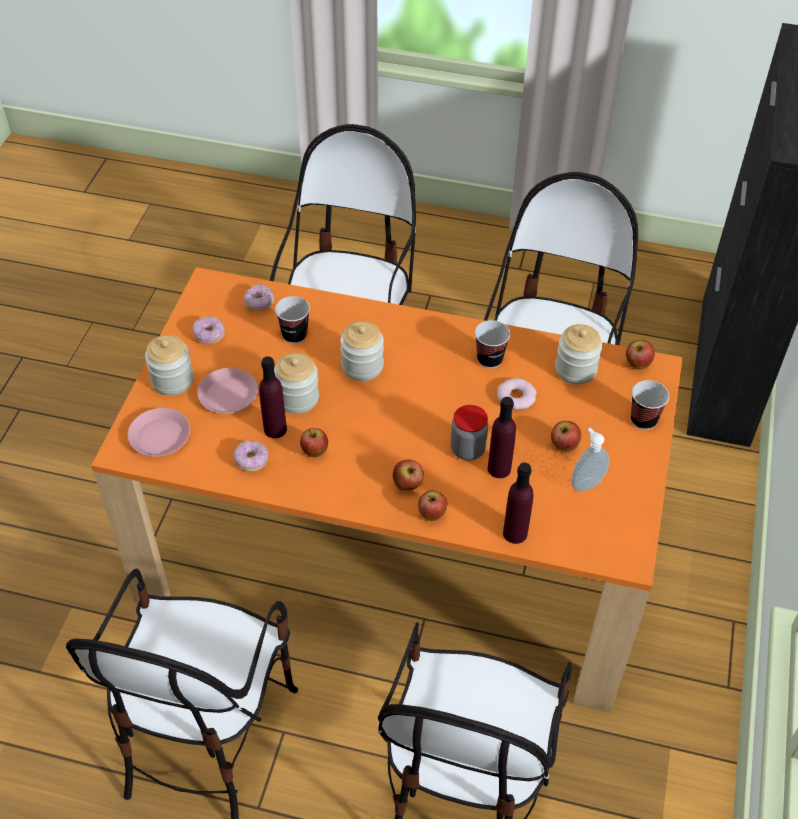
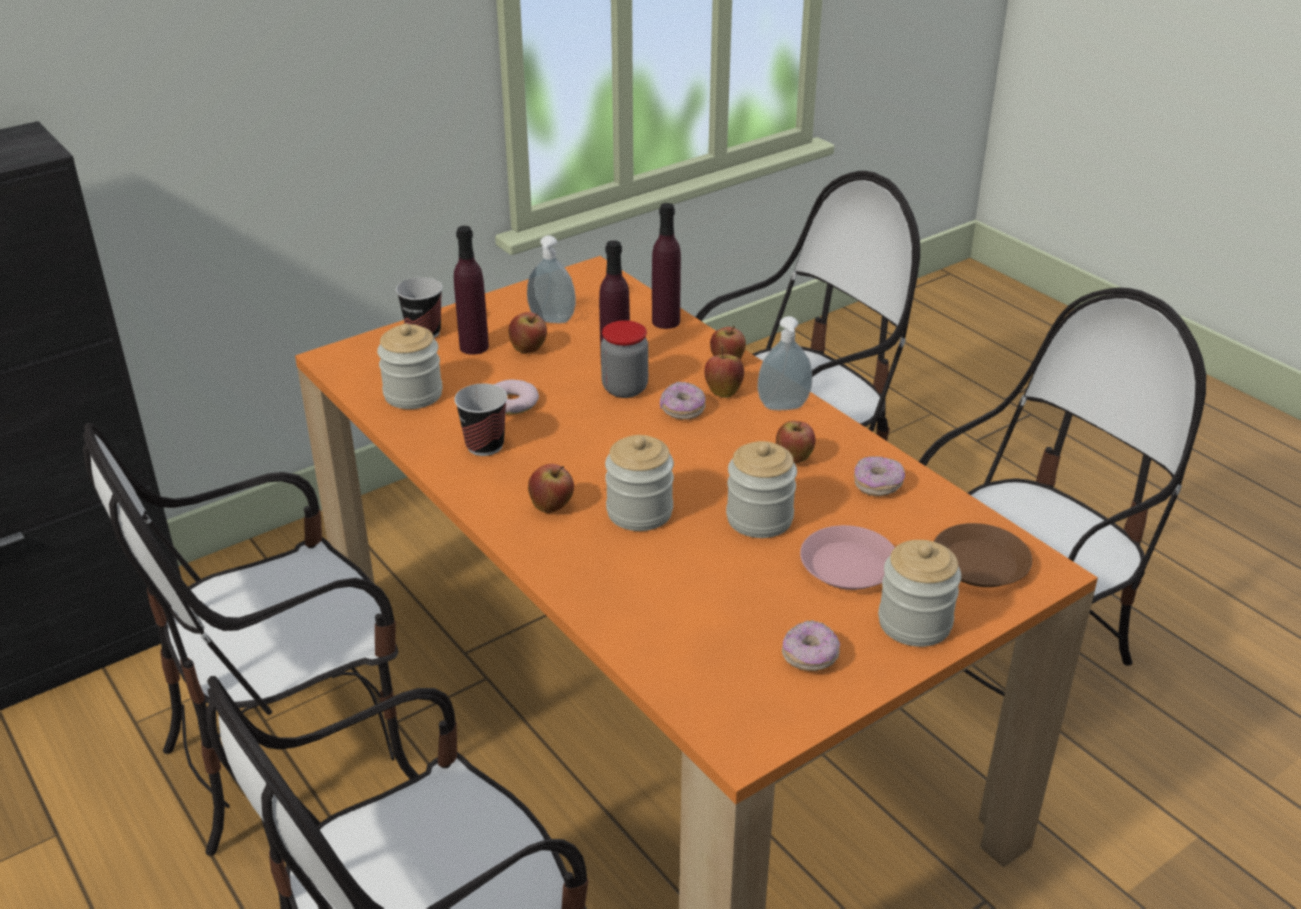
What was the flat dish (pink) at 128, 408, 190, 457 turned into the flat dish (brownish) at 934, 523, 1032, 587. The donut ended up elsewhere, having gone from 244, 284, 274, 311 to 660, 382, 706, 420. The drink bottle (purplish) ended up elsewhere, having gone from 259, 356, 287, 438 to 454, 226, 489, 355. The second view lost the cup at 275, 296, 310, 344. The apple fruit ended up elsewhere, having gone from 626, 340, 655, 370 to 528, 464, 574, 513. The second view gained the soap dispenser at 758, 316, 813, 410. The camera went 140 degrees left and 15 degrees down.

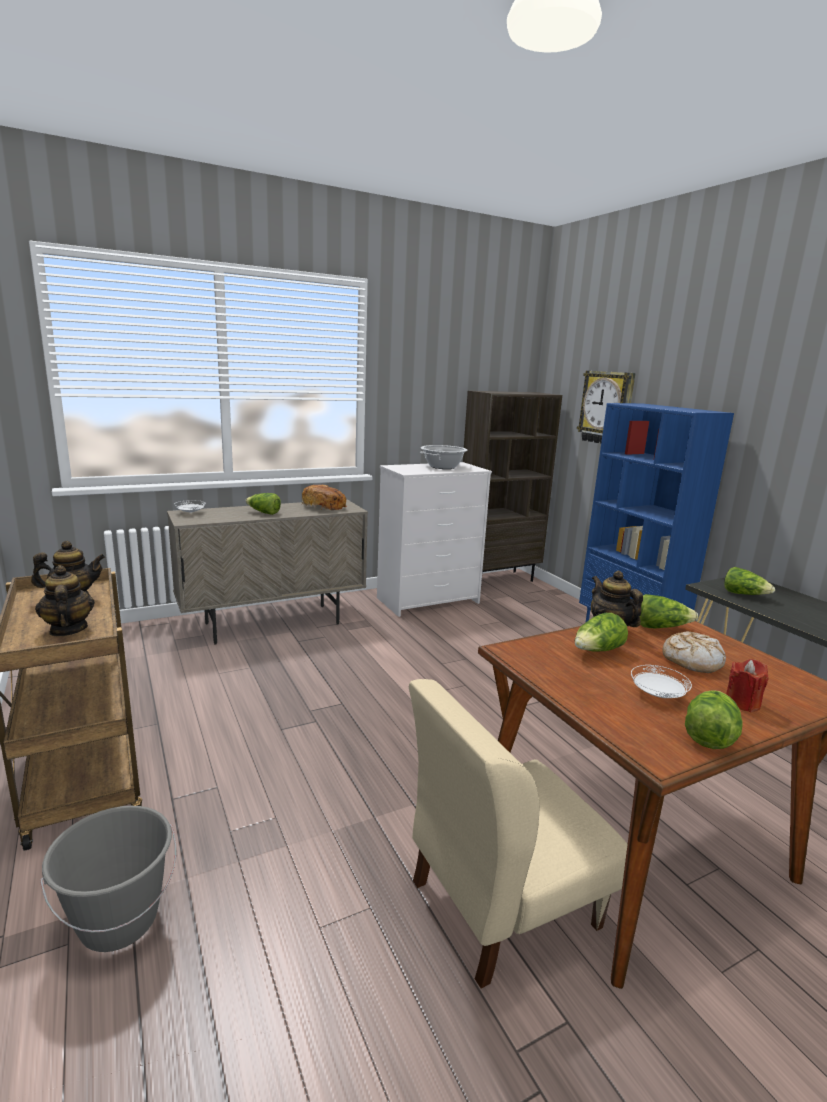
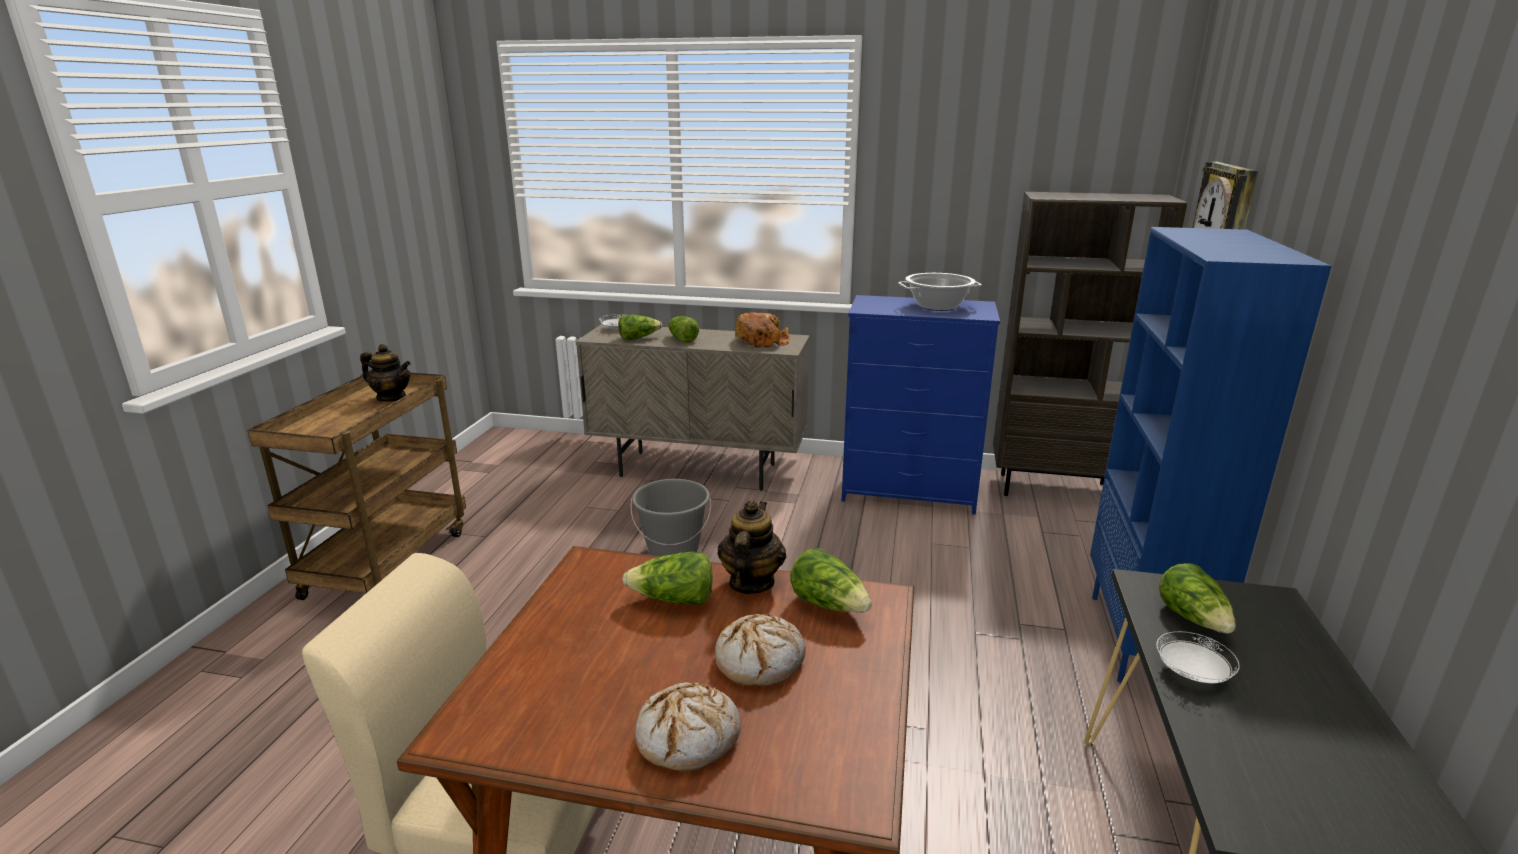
The second view lost the tea pot at 35, 565, 95, 636. The bucket (greyish) ended up elsewhere, having gone from 40, 806, 176, 952 to 631, 479, 711, 556. What was the dresser (white-coloured) at 377, 462, 492, 617 turned into the dresser (bluish) at 842, 295, 1000, 515. The flat dish (white-coloured) ended up elsewhere, having gone from 631, 665, 692, 698 to 1156, 631, 1240, 683. The head of lettuce ended up elsewhere, having gone from 685, 690, 742, 749 to 618, 315, 662, 340. Where the candle (reddish) stood at 726, 659, 768, 712, the bread came to stand at 635, 682, 741, 771. The camera went 40 degrees right and 5 degrees up.

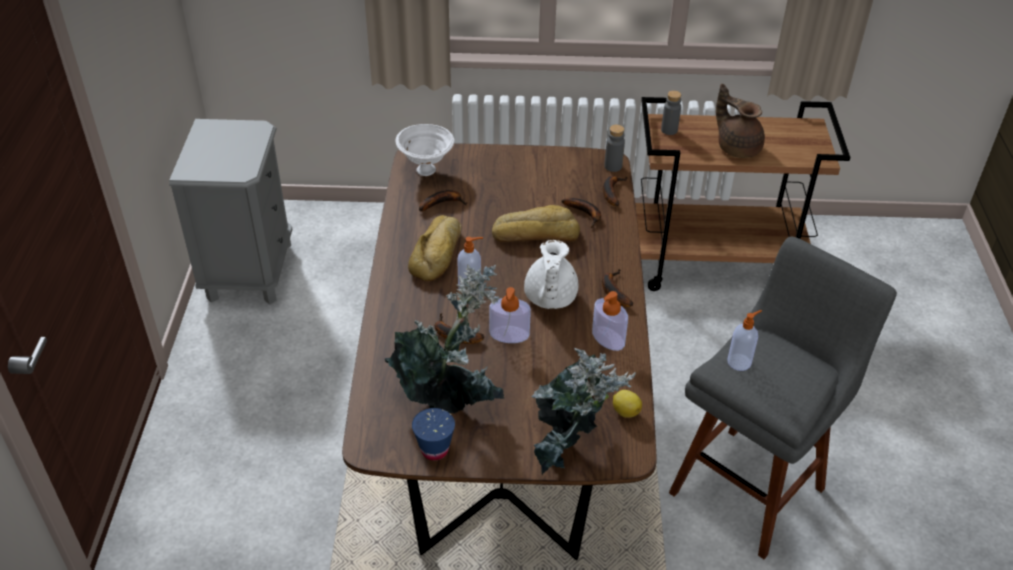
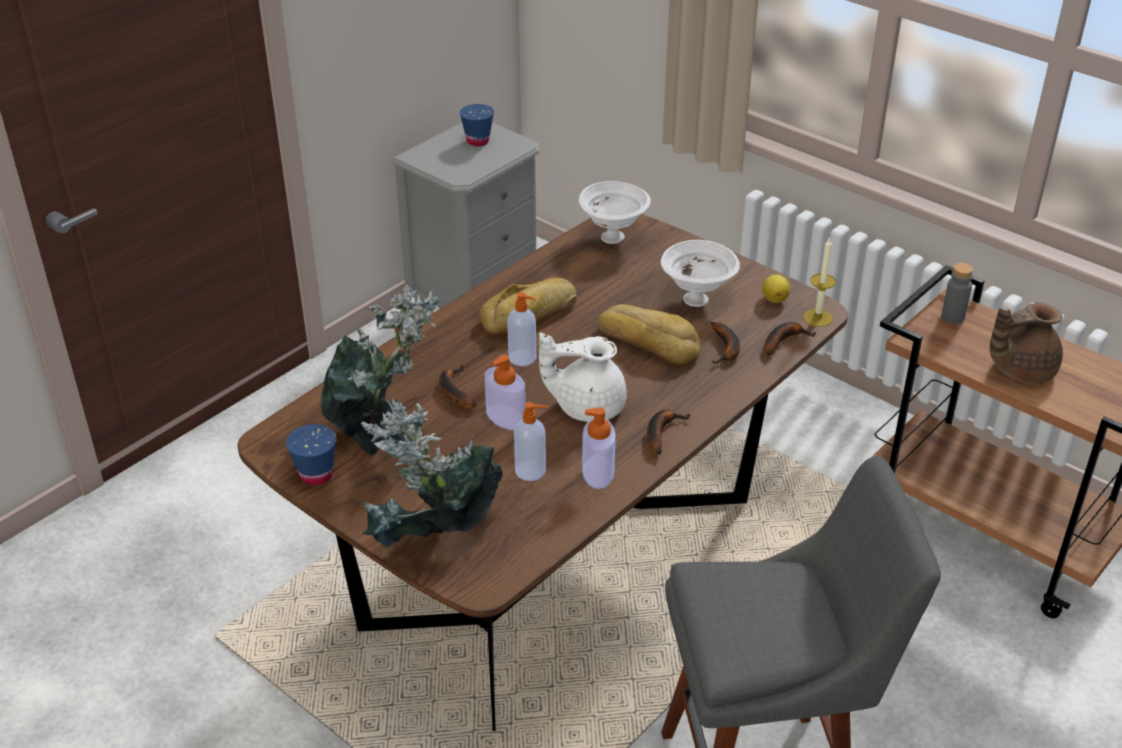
The second view lost the banana fruit at 419, 190, 467, 211. The tea pot (white-coloured) at 524, 240, 578, 309 ended up facing another way, 45 degrees clockwise from before. Where the drink bottle (greyish) stood at 604, 125, 625, 172, the candle came to stand at 803, 238, 836, 327. The whole lemon ended up elsewhere, having gone from 613, 390, 642, 418 to 763, 275, 790, 303. The tea pot (brownish) at 716, 84, 765, 158 ended up facing another way, 105 degrees counterclockwise from before. The soap dispenser ended up elsewhere, having gone from 727, 310, 762, 371 to 514, 402, 548, 481. The second view gained the cup (bluish) at 460, 104, 494, 146. The second view gained the serving bowl (white-coloured) at 661, 240, 740, 307. The camera went 40 degrees right and 5 degrees down.

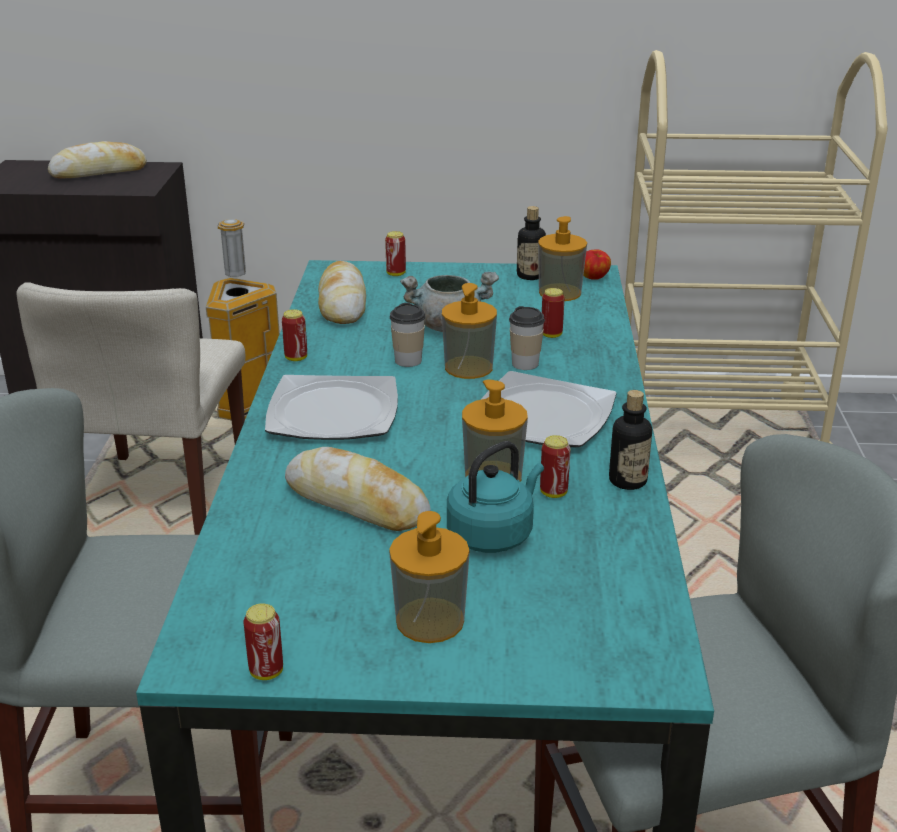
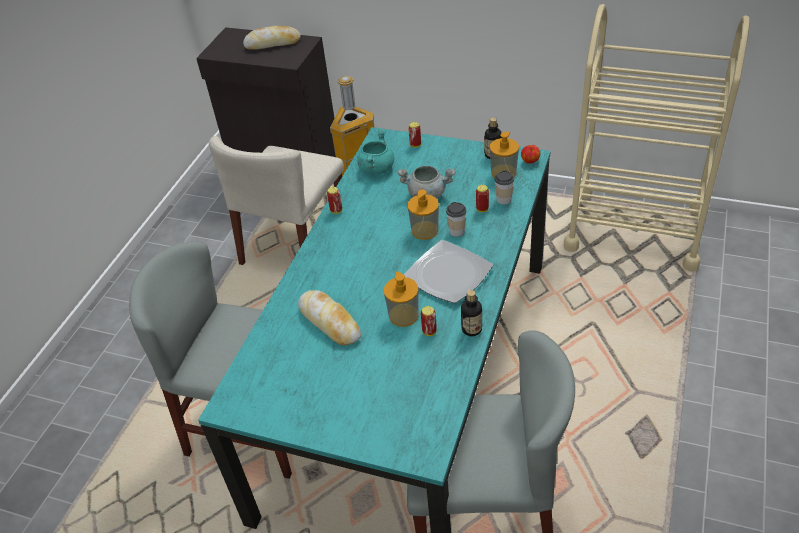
The second view lost the metal can at 244, 603, 283, 680. The second view lost the flat dish at 265, 375, 398, 440. Where the bread stood at 318, 261, 366, 324, the cooking pot (turquoise) came to stand at 358, 129, 394, 174. The second view lost the soap dispenser at 389, 511, 470, 643. The cup ended up elsewhere, having gone from 390, 303, 425, 367 to 495, 170, 514, 205. The second view lost the tea kettle (turquoise) at 447, 441, 544, 553. The camera went 20 degrees right and 15 degrees up.

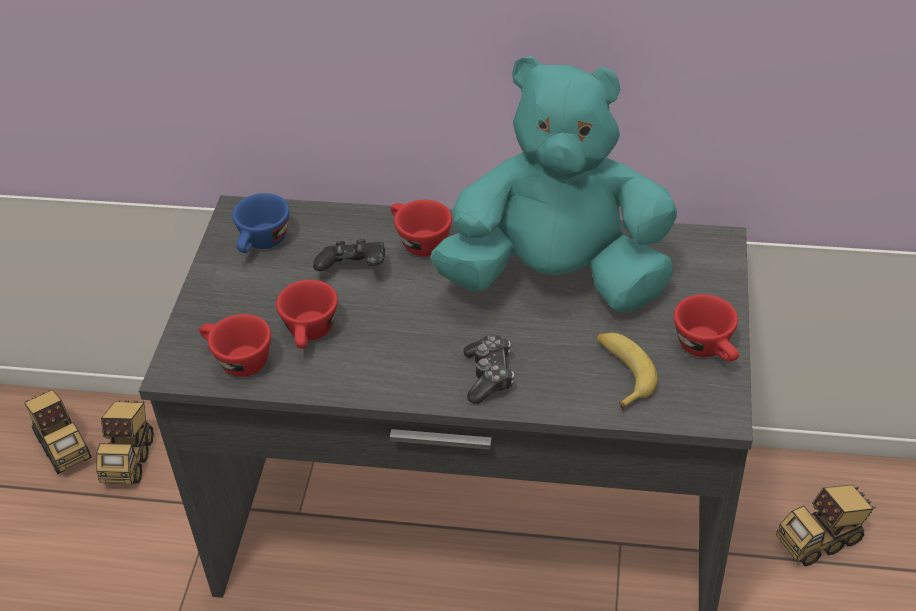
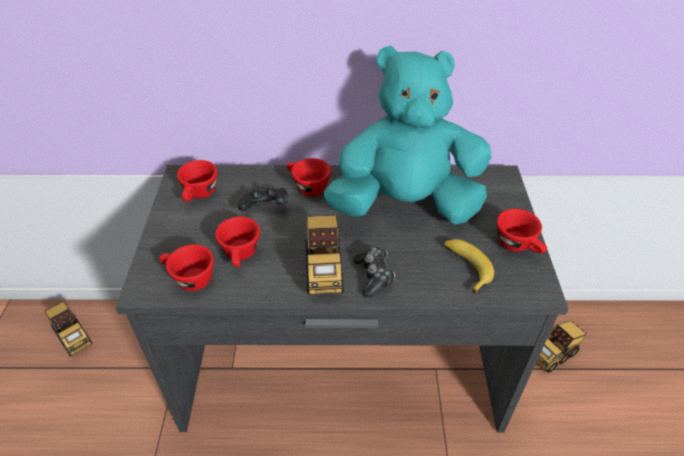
The toy truck ended up elsewhere, having gone from 96, 400, 154, 484 to 306, 214, 344, 294. What was the cup (bluish) at 232, 193, 289, 253 turned into the cup (reddish) at 177, 160, 217, 202. The camera went 10 degrees left and 0 degrees up.

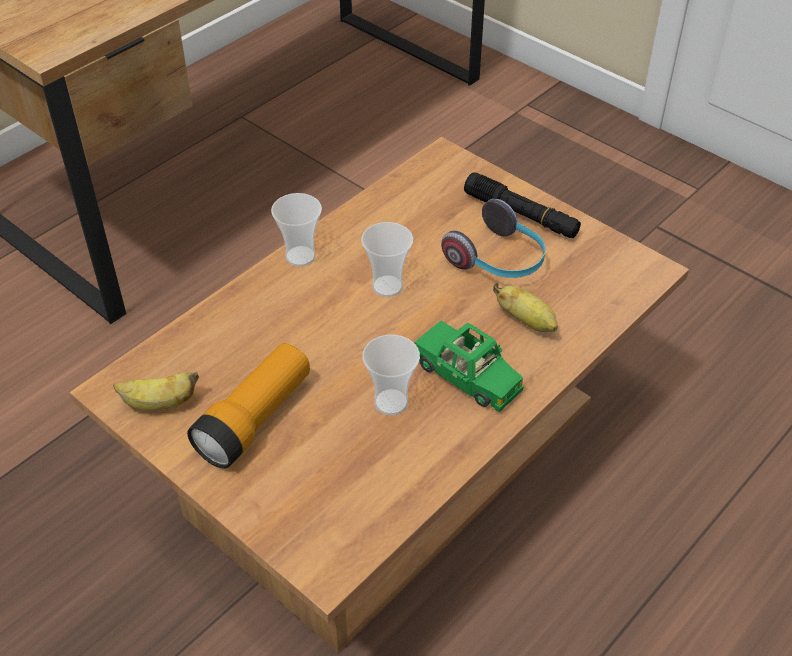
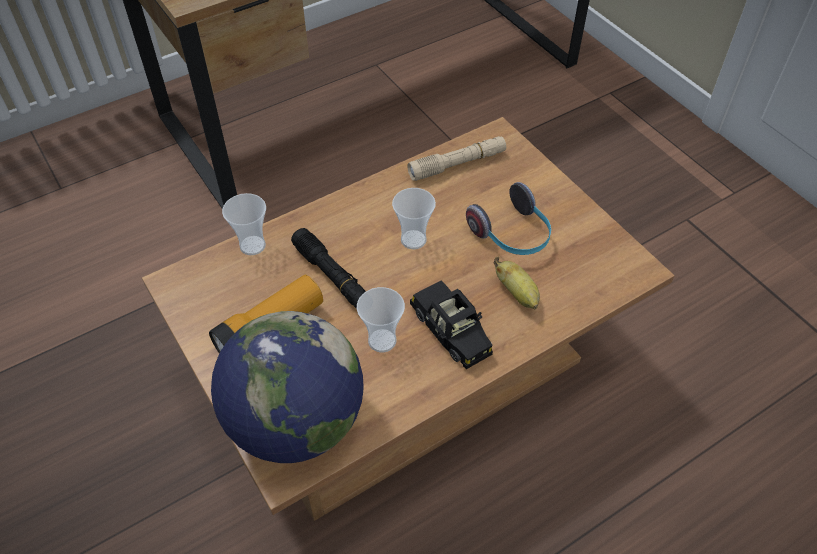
The second view lost the banana fruit at 113, 372, 199, 411. The cup ended up elsewhere, having gone from 271, 193, 322, 267 to 222, 193, 266, 255. What was the miniature car (green) at 414, 321, 524, 412 turned into the miniature car (blackish) at 410, 280, 493, 369. The torch (blackish) ended up elsewhere, having gone from 464, 172, 581, 238 to 291, 228, 366, 309. The second view gained the globe at 211, 311, 363, 463. The second view gained the torch (beige-coloured) at 407, 136, 506, 181. The camera went 15 degrees right and 5 degrees up.

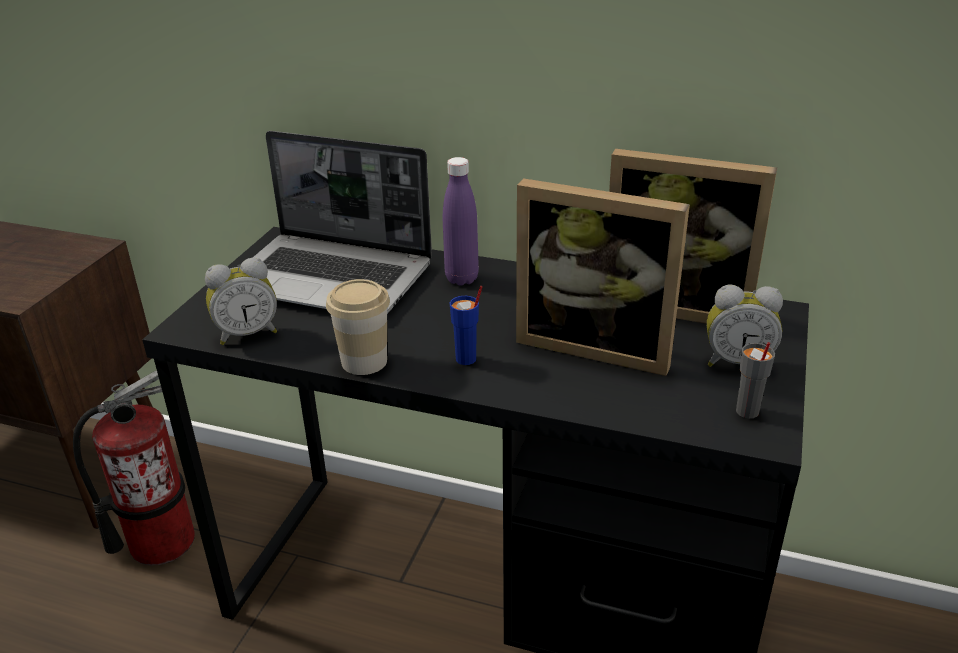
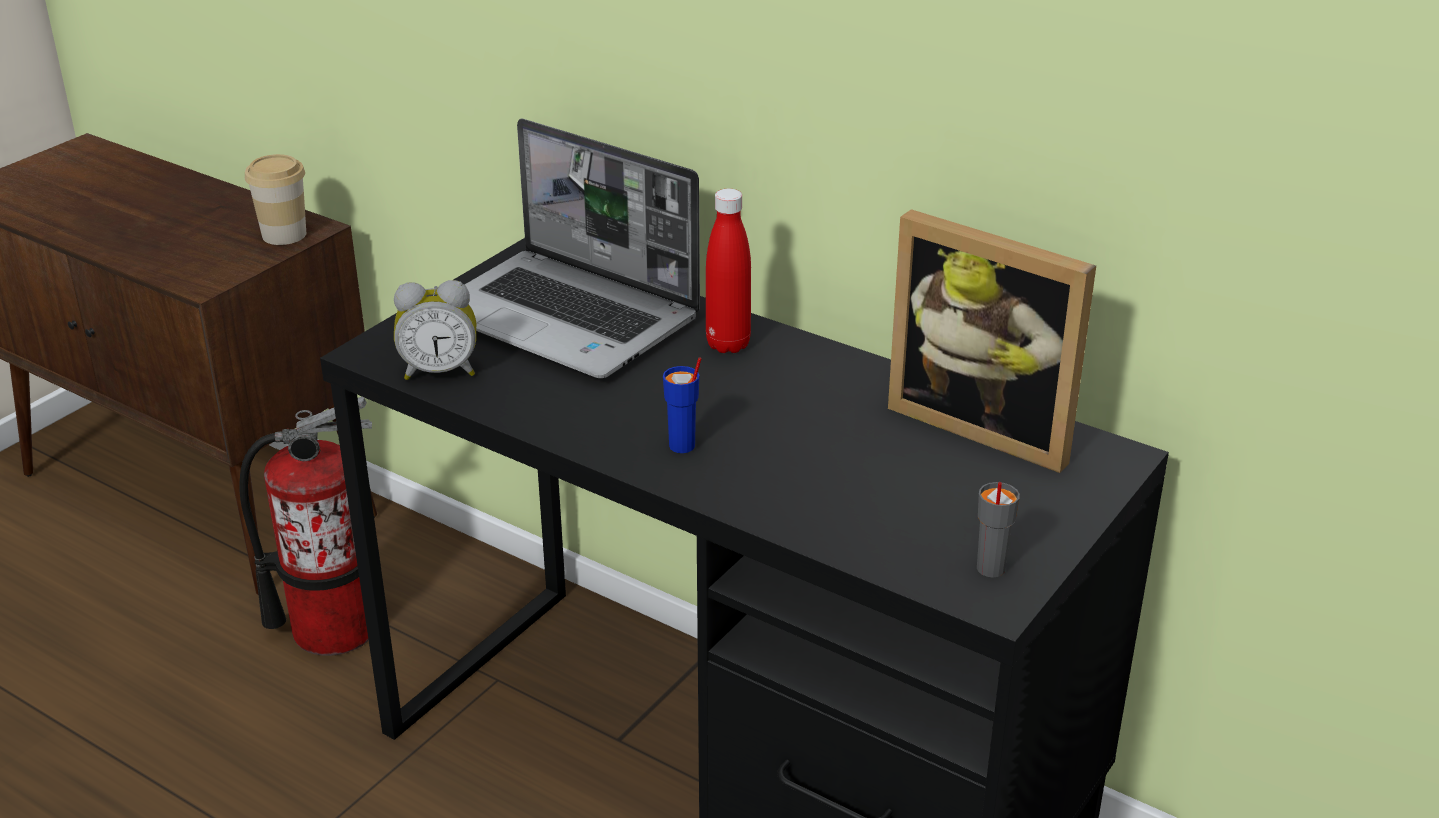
The cup ended up elsewhere, having gone from 326, 279, 390, 375 to 245, 154, 306, 245. What was the drink bottle (purplish) at 443, 157, 479, 285 turned into the drink bottle (reddish) at 706, 189, 751, 353. The second view lost the picture frame at 516, 178, 690, 376. The second view lost the alarm clock at 707, 285, 783, 367. The camera went 15 degrees right and 0 degrees up.

